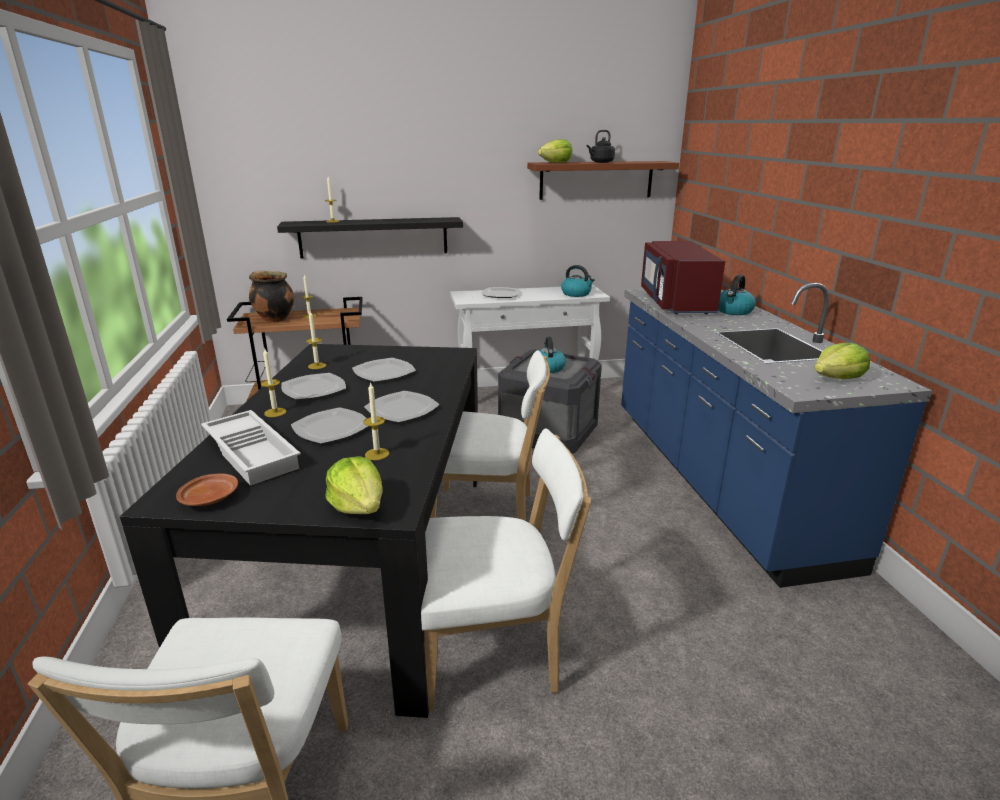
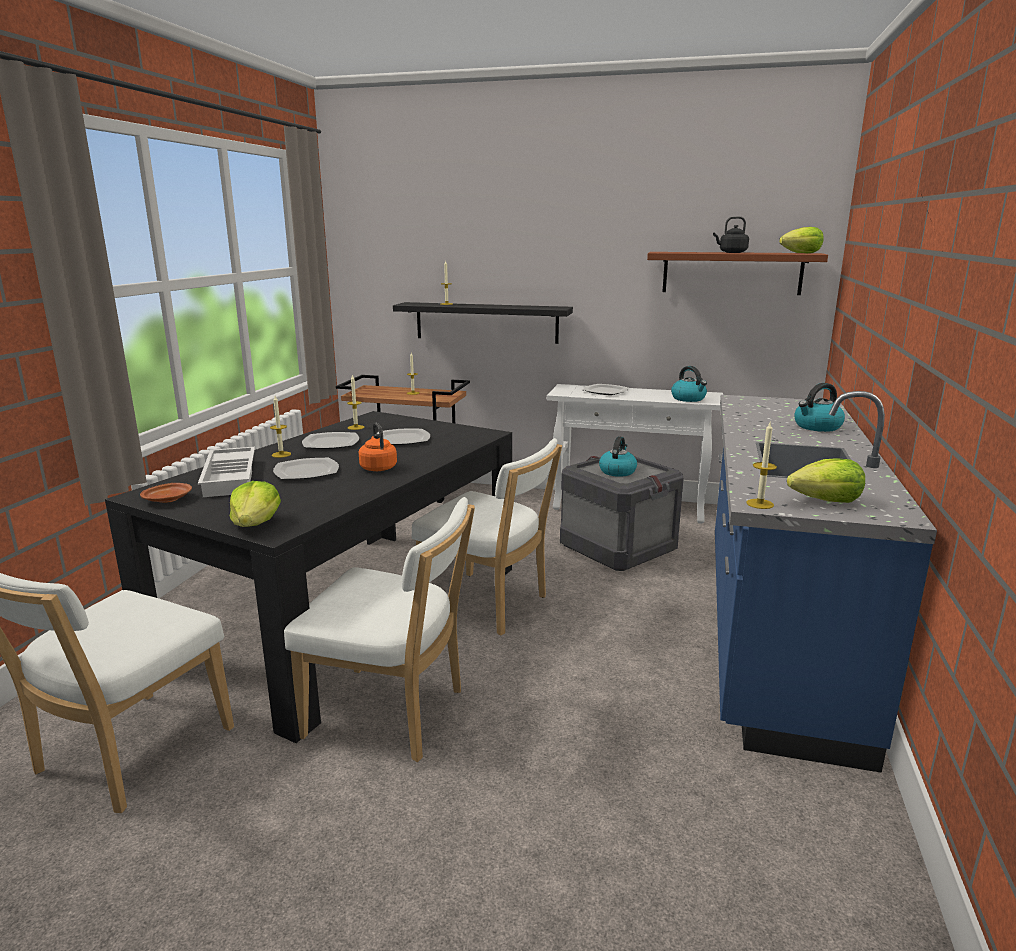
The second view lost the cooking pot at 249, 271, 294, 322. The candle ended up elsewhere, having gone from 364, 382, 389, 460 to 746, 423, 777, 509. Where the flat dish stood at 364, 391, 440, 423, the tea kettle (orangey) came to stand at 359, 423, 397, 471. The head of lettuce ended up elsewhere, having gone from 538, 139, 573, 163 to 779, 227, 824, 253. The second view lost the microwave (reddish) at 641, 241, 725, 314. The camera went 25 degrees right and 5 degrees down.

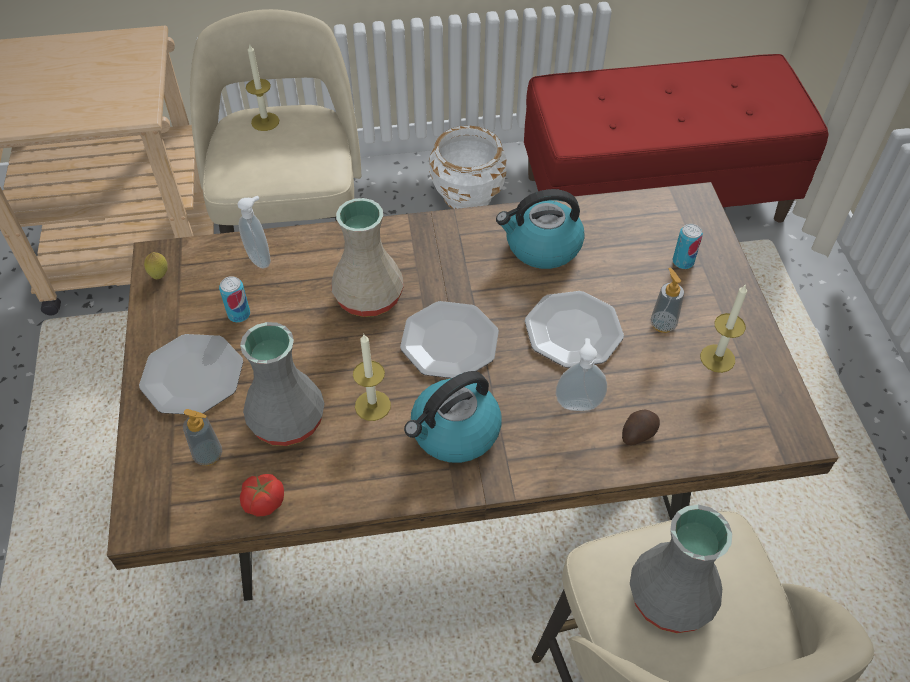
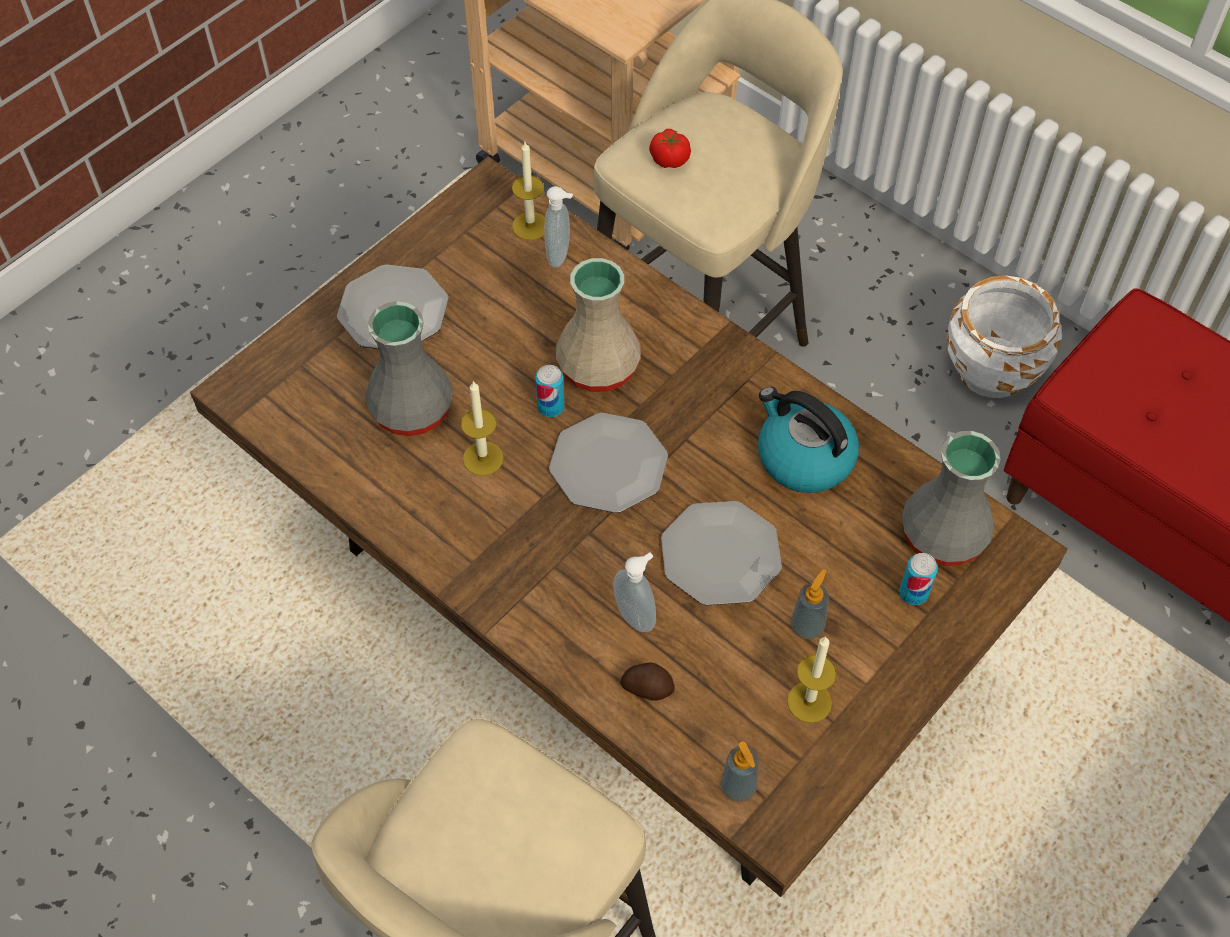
The second view lost the whole lemon at 144, 252, 168, 279. The soap dispenser ended up elsewhere, having gone from 183, 409, 222, 466 to 720, 741, 759, 802. The metal can ended up elsewhere, having gone from 219, 276, 250, 323 to 535, 365, 565, 417. The fresh tomato ended up elsewhere, having gone from 240, 474, 284, 516 to 649, 129, 691, 168. The candle ended up elsewhere, having gone from 246, 43, 279, 131 to 512, 142, 545, 240. The second view lost the tea kettle at 404, 371, 502, 463. The vase (greyish) ended up elsewhere, having gone from 630, 505, 732, 633 to 902, 431, 1001, 566. The camera went 50 degrees right and 5 degrees up.

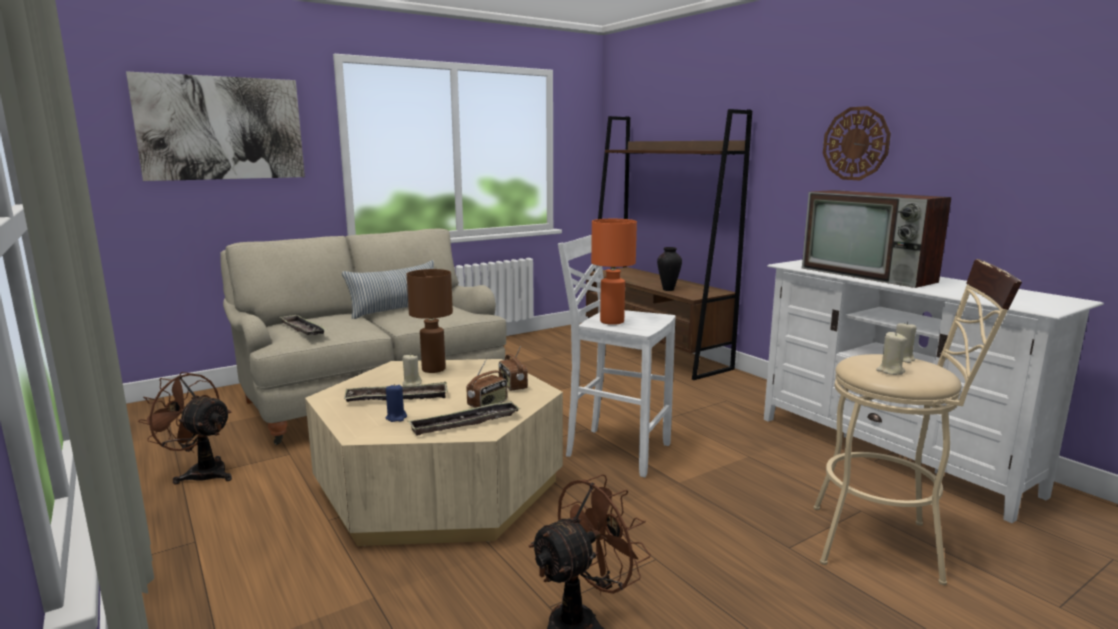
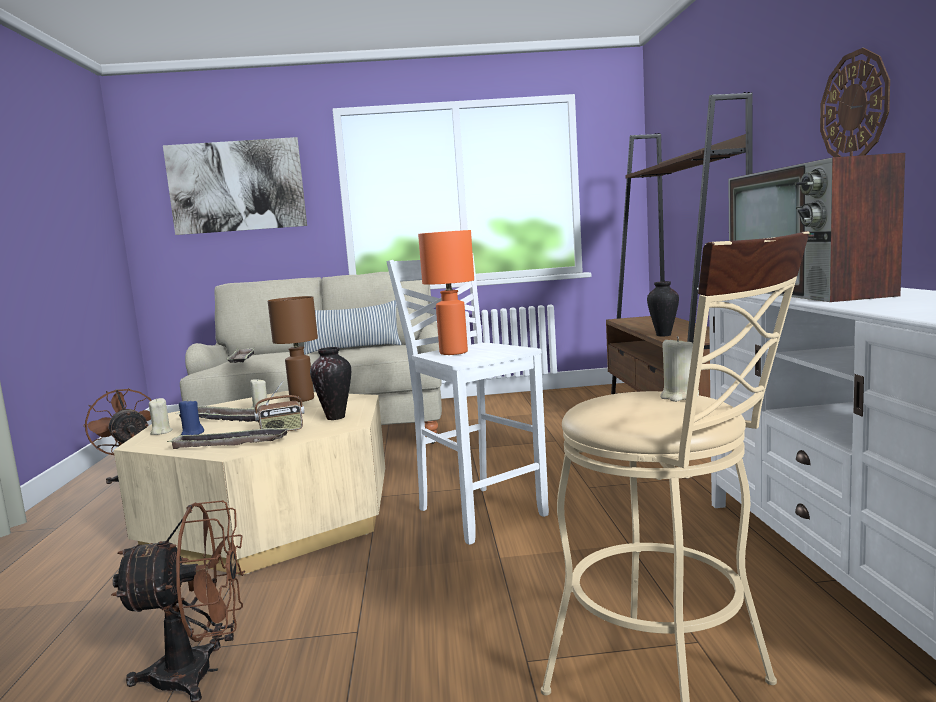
Where the radio stood at 499, 346, 528, 391, the vase came to stand at 310, 347, 351, 420. The candle (beige-coloured) ended up elsewhere, having gone from 876, 332, 907, 375 to 149, 398, 172, 435. The camera went 30 degrees right and 5 degrees down.

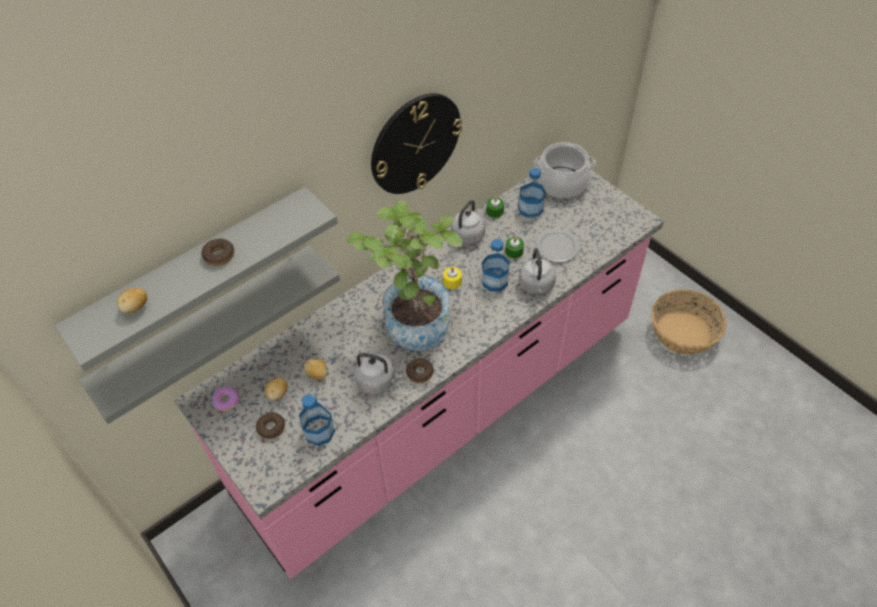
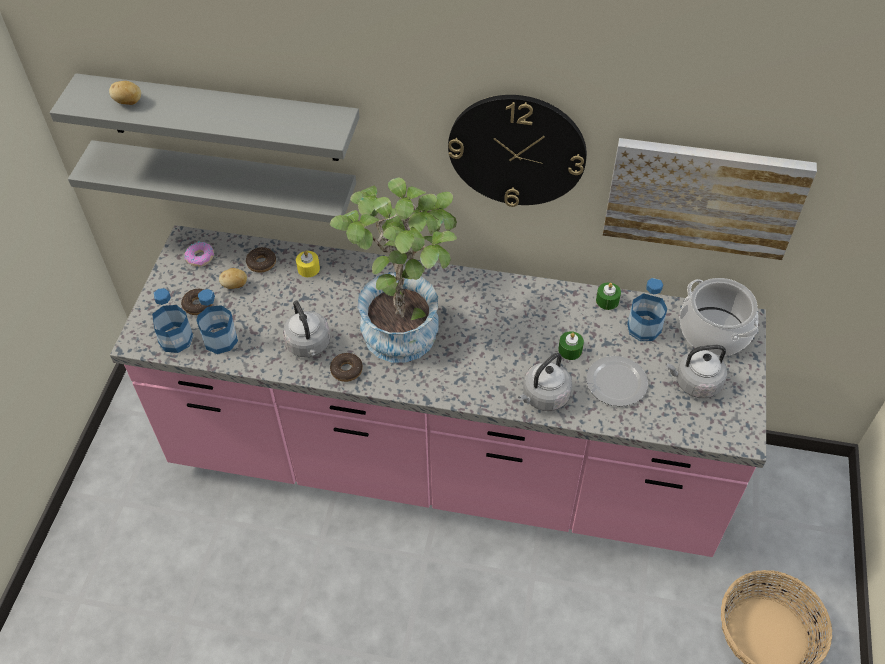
The donut ended up elsewhere, having gone from 201, 239, 234, 266 to 246, 247, 276, 273. The second view lost the spud at 305, 359, 327, 380. The candle (yellow) ended up elsewhere, having gone from 443, 267, 462, 289 to 296, 250, 320, 277. The tea kettle (greyish) ended up elsewhere, having gone from 451, 200, 485, 245 to 666, 345, 727, 398. The drink bottle ended up elsewhere, having gone from 482, 239, 510, 291 to 152, 288, 193, 353. The second view gained the wall art at 603, 138, 817, 260. The camera went 50 degrees right and 0 degrees up.

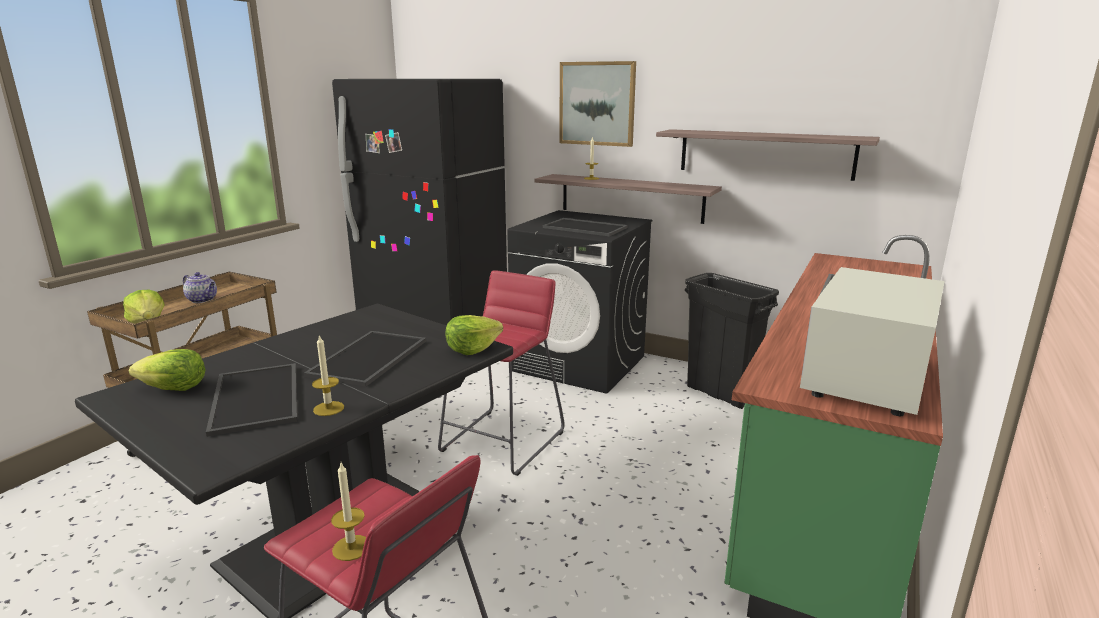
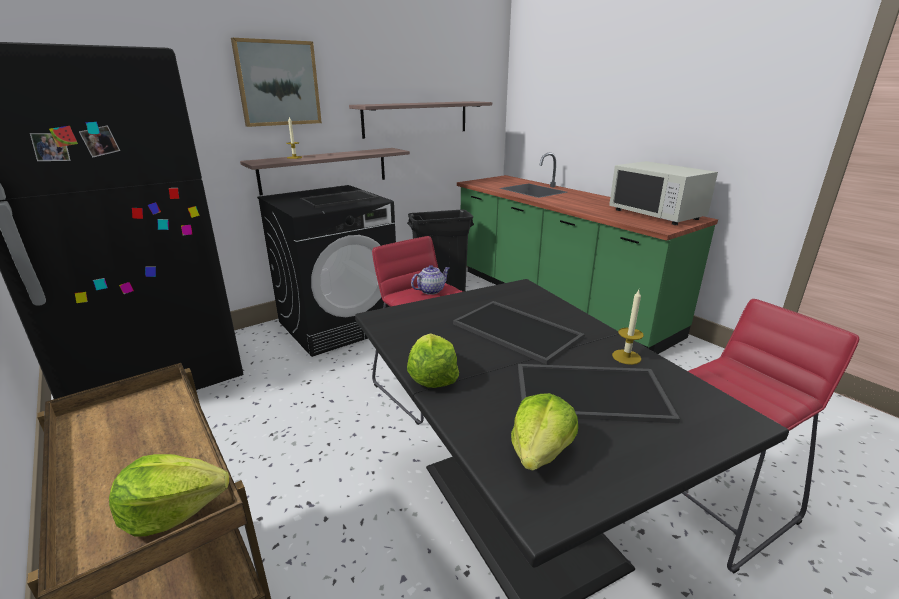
The tea pot ended up elsewhere, having gone from 183, 272, 217, 303 to 411, 265, 450, 295. The second view lost the candle at 331, 463, 366, 561. The head of lettuce ended up elsewhere, having gone from 446, 315, 503, 355 to 407, 333, 459, 388. The camera went 65 degrees left and 5 degrees up.

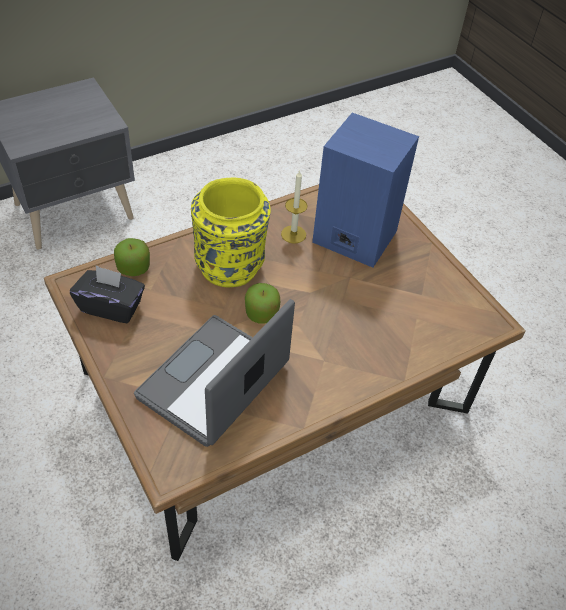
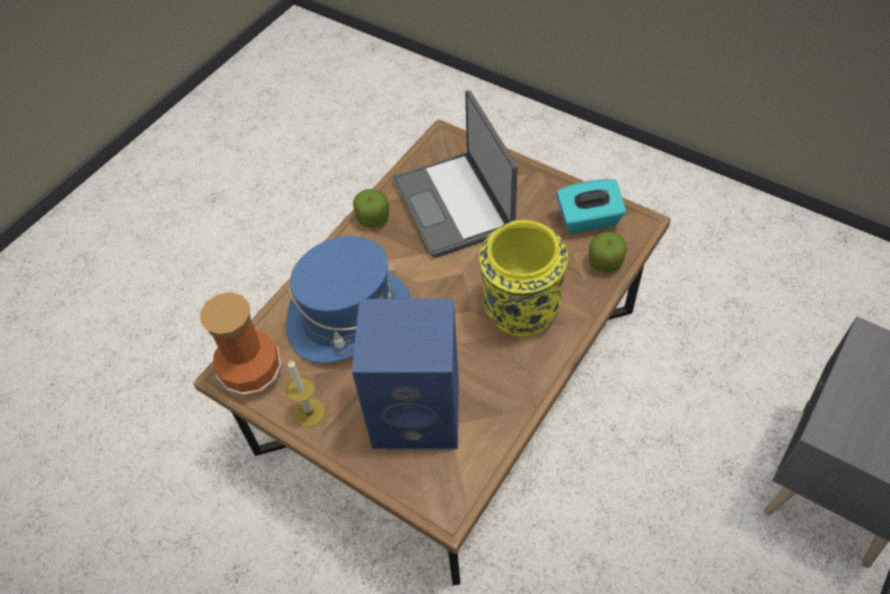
What was the tissue holder (blackish) at 70, 266, 145, 323 turned into the tissue holder (turquoise) at 556, 179, 626, 234. The portable computer at 134, 299, 295, 447 ended up facing another way, 150 degrees clockwise from before. The apple fruit ended up elsewhere, having gone from 245, 283, 280, 324 to 353, 189, 389, 228. The candle ended up elsewhere, having gone from 281, 170, 308, 244 to 287, 359, 325, 427. The second view gained the vase at 200, 292, 282, 397. The second view gained the hat (bluish) at 286, 236, 411, 364. The camera went 160 degrees right and 5 degrees up.

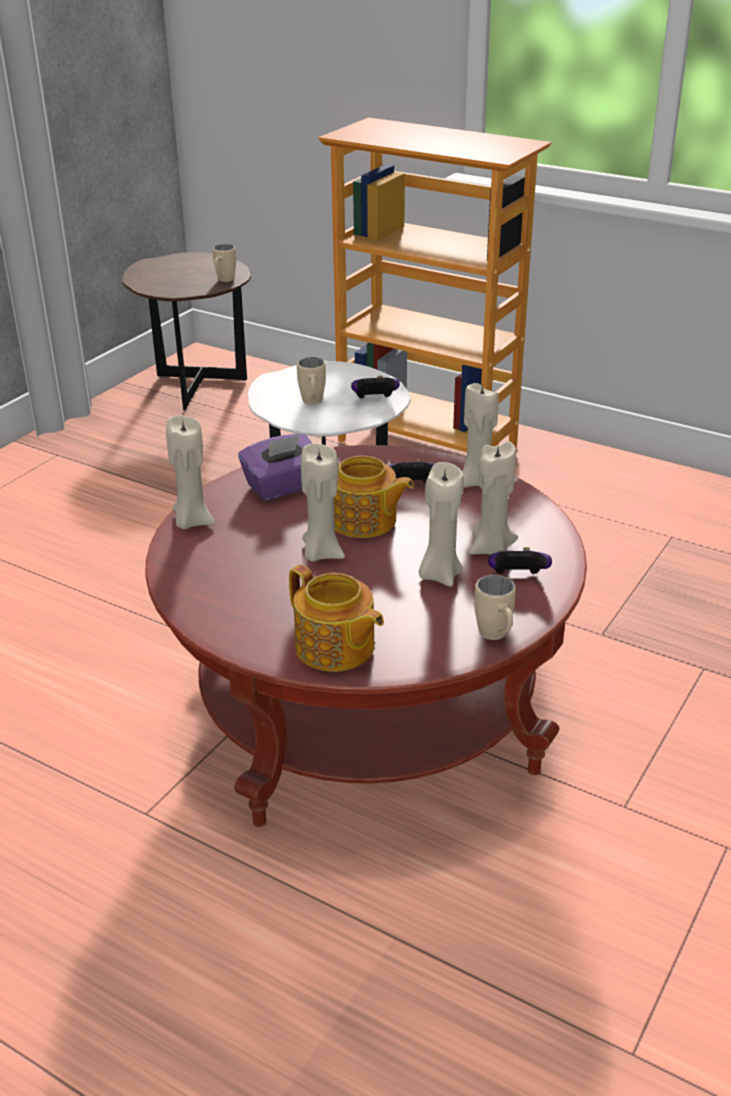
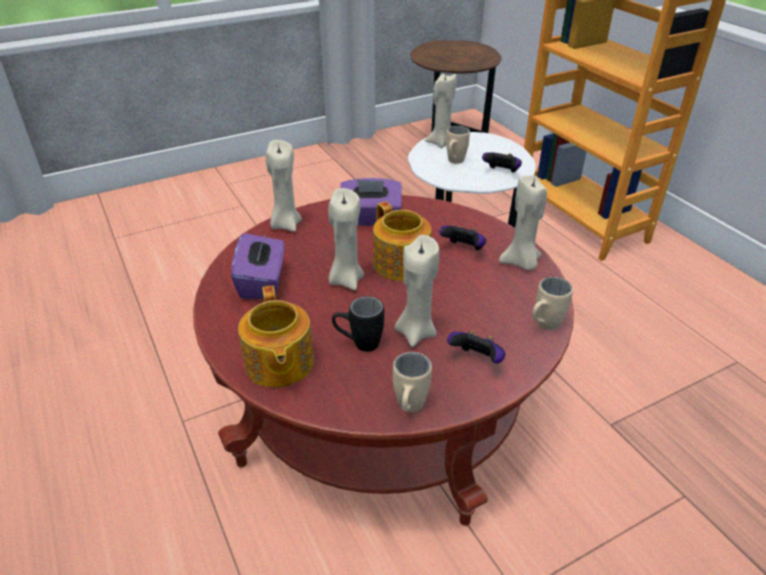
The tea mug (beige-coloured) ended up elsewhere, having gone from 213, 244, 236, 282 to 532, 277, 573, 330. The candle (beige-coloured) ended up elsewhere, having gone from 469, 441, 518, 555 to 425, 73, 456, 148. The second view gained the tissue holder (purplish) at 231, 230, 285, 299. The second view gained the tea mug (blackish) at 332, 296, 384, 352. The camera went 30 degrees right and 5 degrees up.

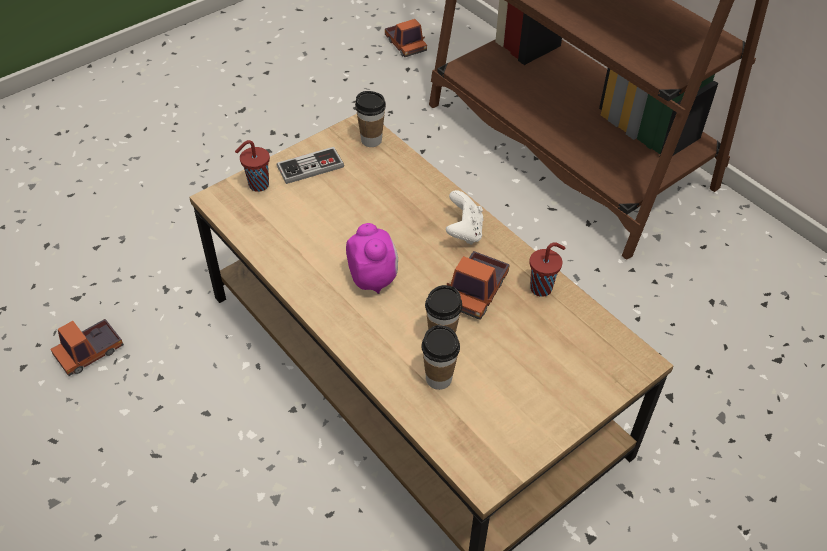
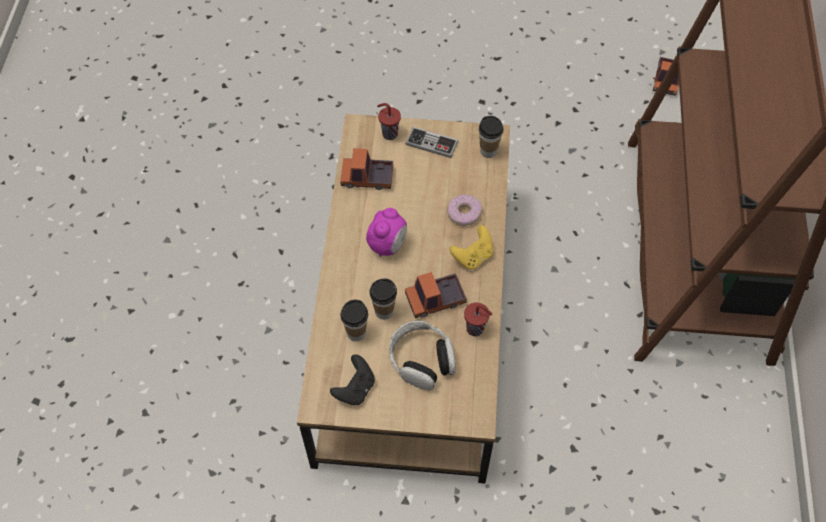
The toy truck ended up elsewhere, having gone from 50, 319, 124, 376 to 340, 148, 393, 190. What was the gamepad (white-coloured) at 446, 190, 483, 245 turned into the gamepad (yellow) at 450, 225, 493, 270. The second view gained the gamepad (blackish) at 330, 355, 375, 405. The second view gained the headphones at 389, 321, 456, 391. The second view gained the donut at 447, 194, 482, 226. The camera went 45 degrees right and 10 degrees up.

